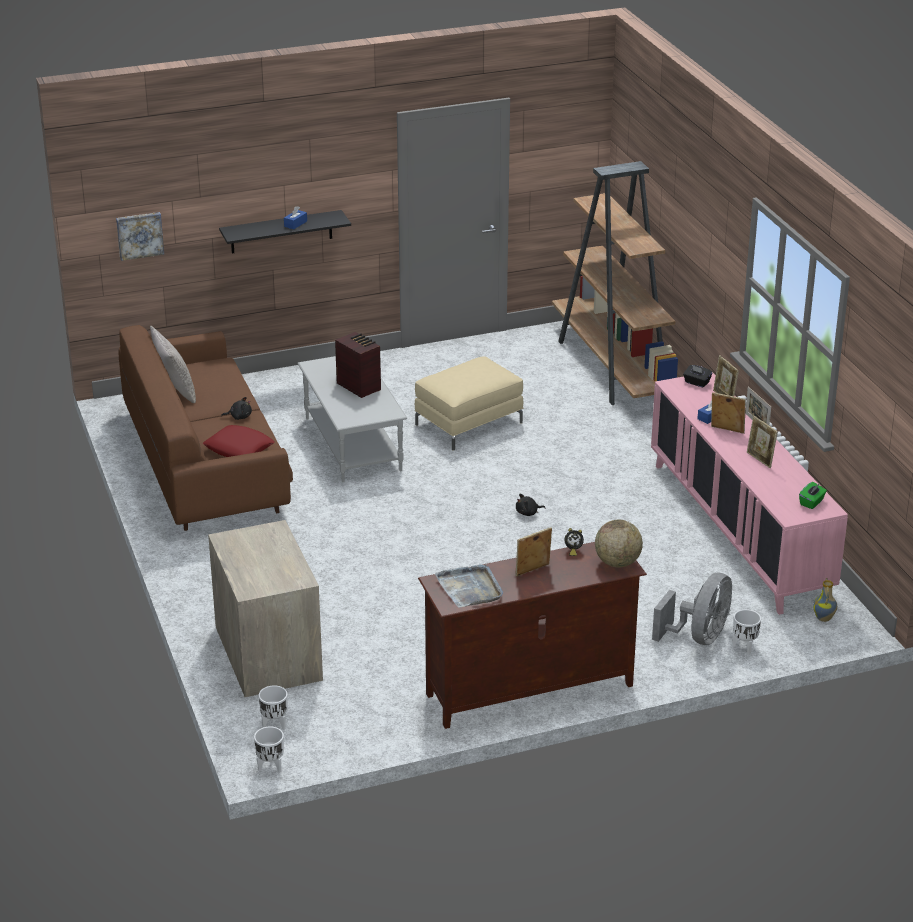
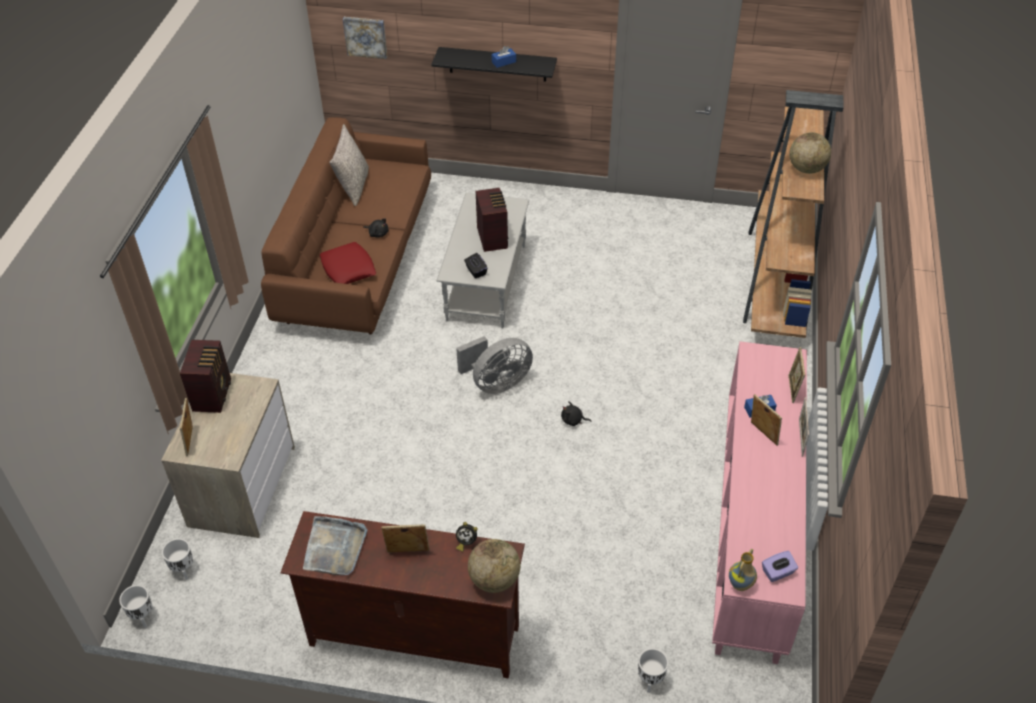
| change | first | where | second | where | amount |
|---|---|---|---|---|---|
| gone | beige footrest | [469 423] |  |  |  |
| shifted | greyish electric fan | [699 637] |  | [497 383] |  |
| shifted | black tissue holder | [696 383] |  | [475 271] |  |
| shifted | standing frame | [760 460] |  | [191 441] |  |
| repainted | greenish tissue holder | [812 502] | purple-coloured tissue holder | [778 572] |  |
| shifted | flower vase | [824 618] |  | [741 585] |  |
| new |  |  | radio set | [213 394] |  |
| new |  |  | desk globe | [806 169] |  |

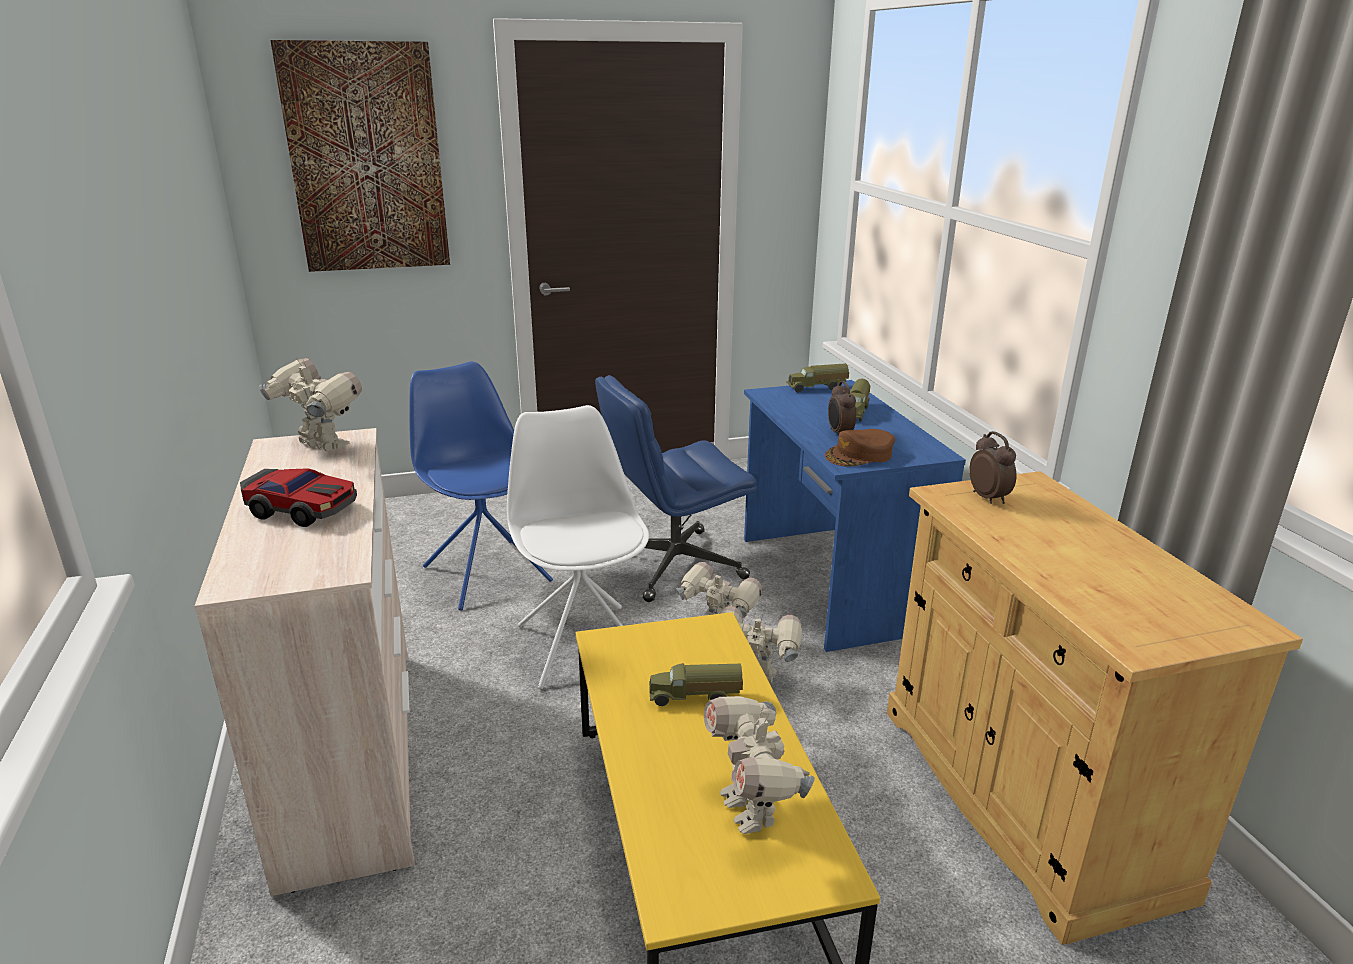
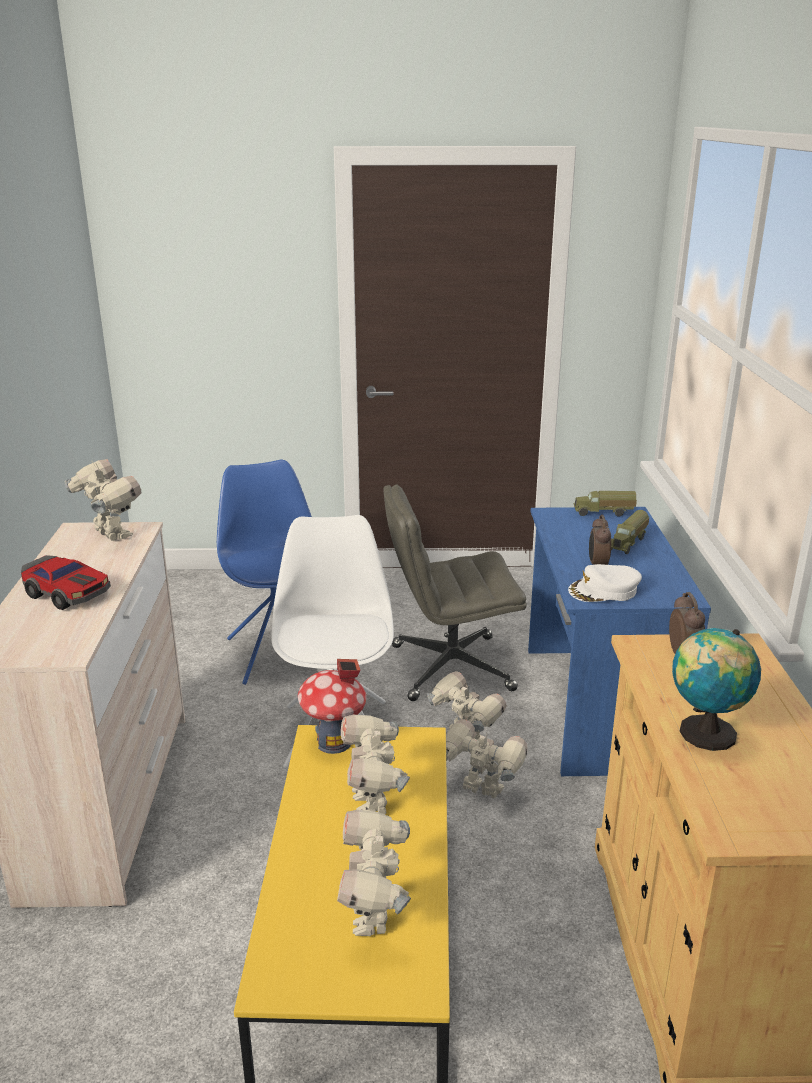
| change | first | where | second | where | amount |
|---|---|---|---|---|---|
| gone | wall art | [366 159] |  |  |  |
| repainted | bluish office chair | [673 565] | greyish office chair | [450 668] |  |
| swapped | toy truck | [695 697] | toy robot | [373 803] |  |
| repainted | brown-coloured cap | [860 455] | white-coloured cap | [604 591] |  |
| new |  |  | miniature house | [334 742] |  |
| new |  |  | desk globe | [704 734] |  |

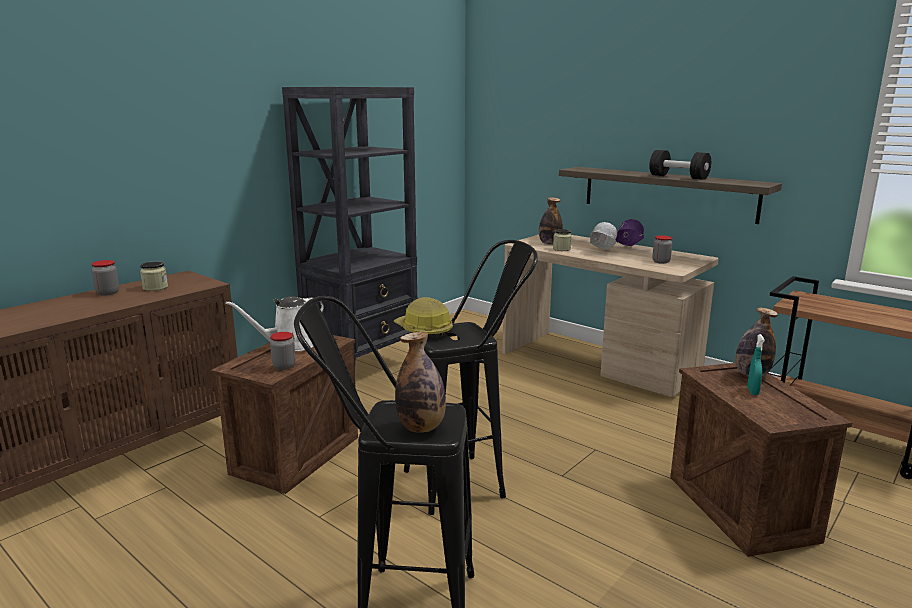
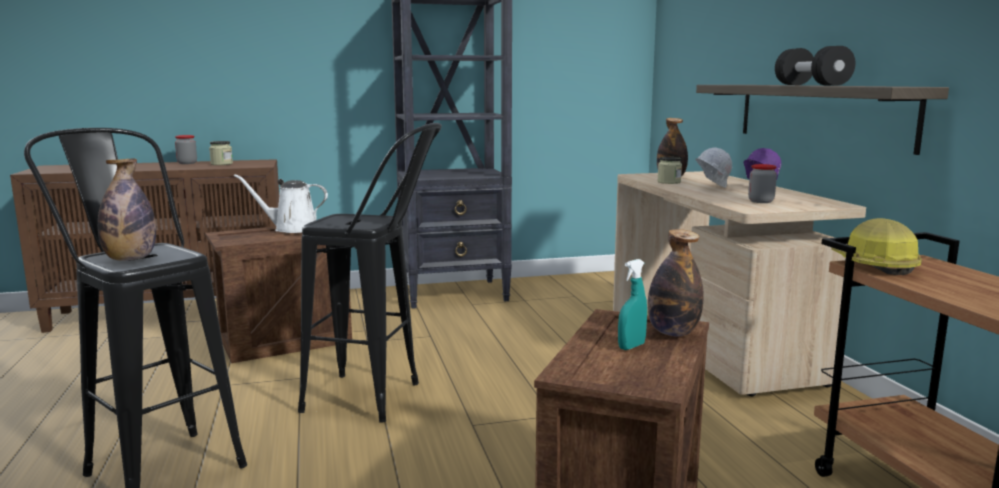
| change | first | where | second | where | amount |
|---|---|---|---|---|---|
| gone | jar | [284 366] |  |  |  |
| shifted | work helmet | [423 330] |  | [874 265] |  |

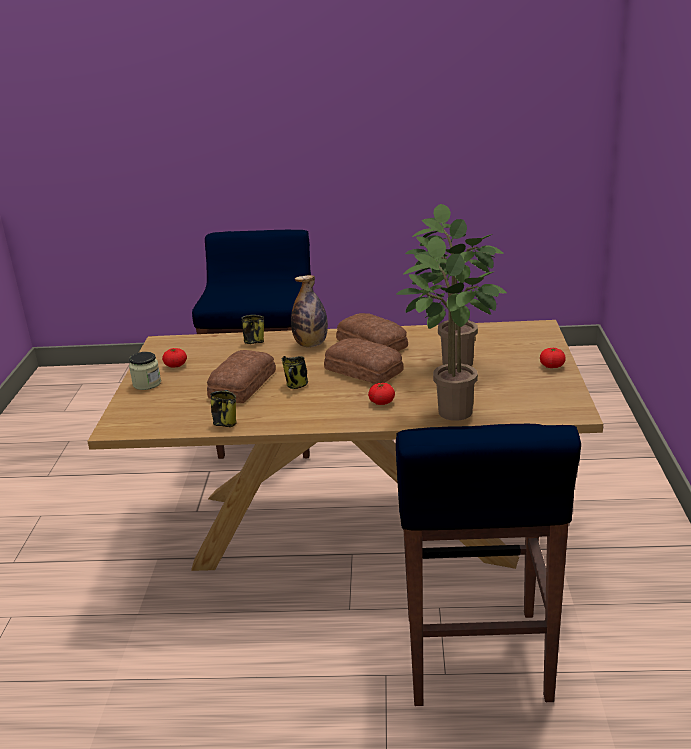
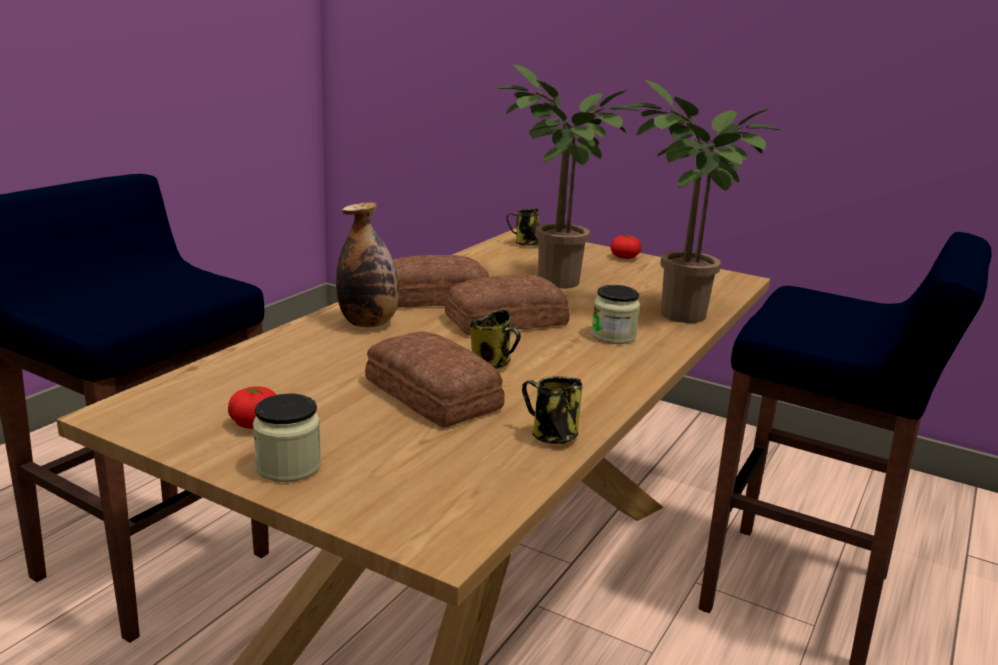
| change | first | where | second | where | amount |
|---|---|---|---|---|---|
| shifted | coffee mug | [253 341] |  | [526 244] |  |
| swapped | tomato | [382 402] | jar | [613 336] |  |

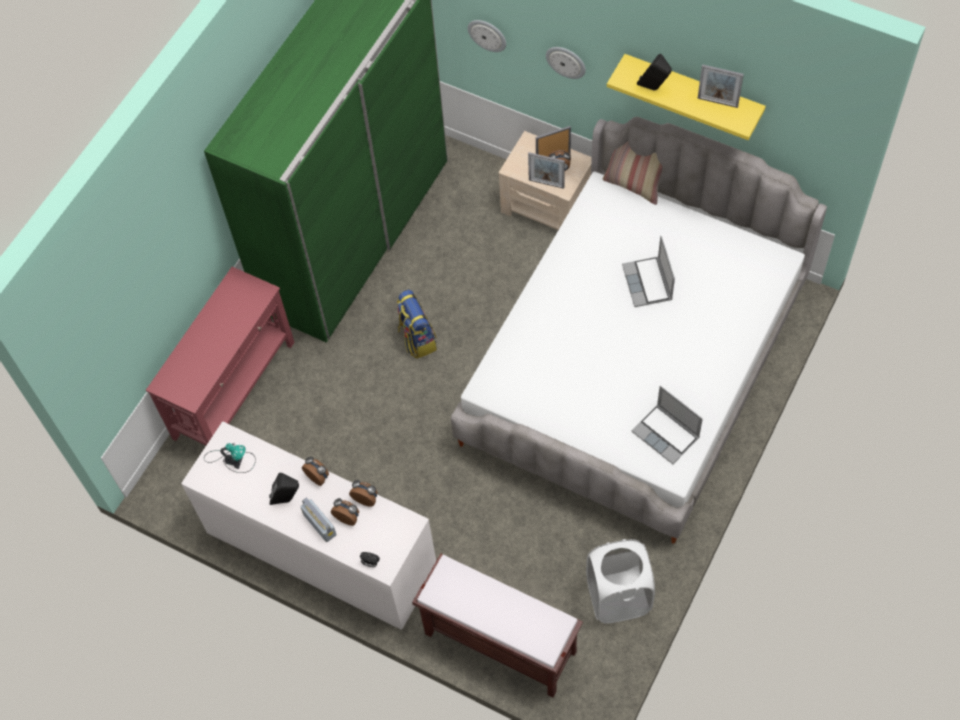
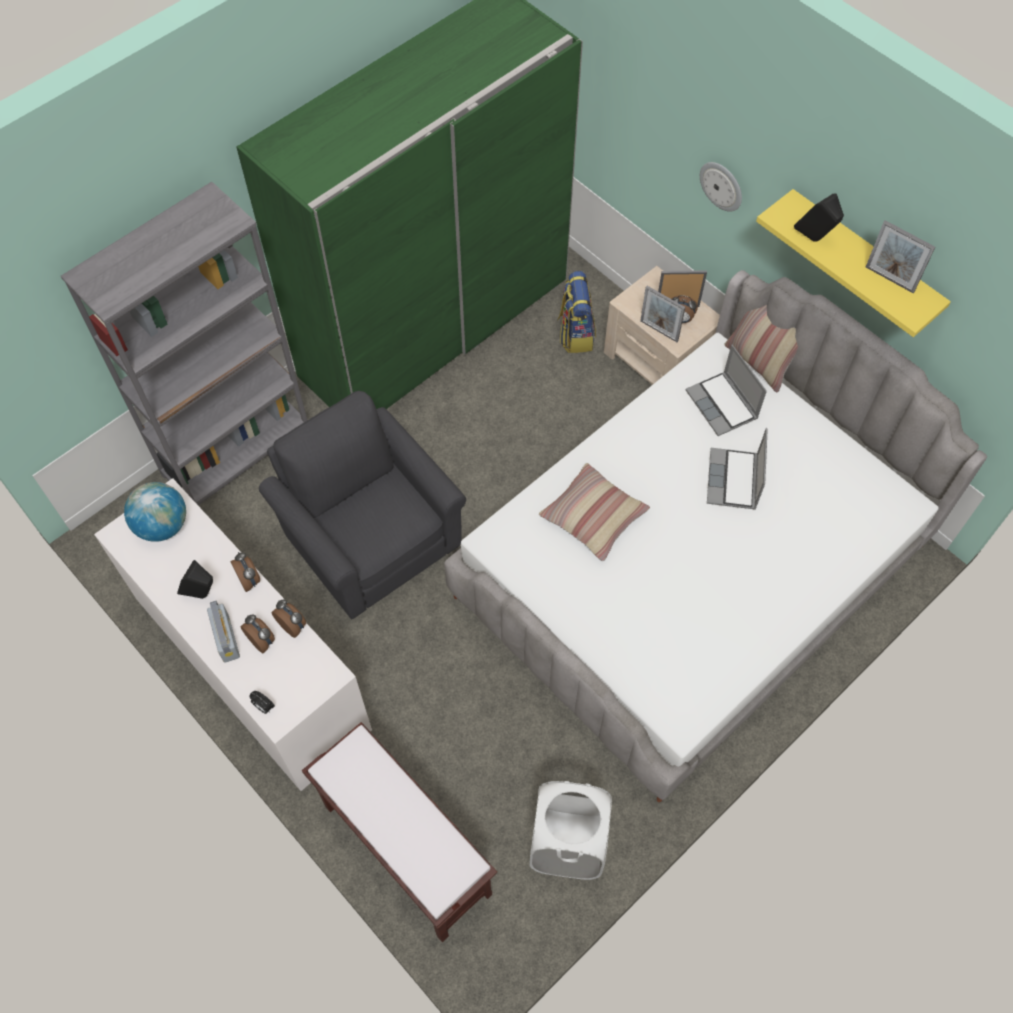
| change | first | where | second | where | amount |
|---|---|---|---|---|---|
| swapped | red narrow table | [235 389] | greyish shelving unit | [237 452] |  |
| swapped | tabletop lamp | [232 459] | desk globe | [162 525] |  |
| shifted | backpack | [417 339] |  | [575 333] |  |
| gone | clock on the wall | [487 35] |  |  |  |
| shifted | notebook computer | [666 434] |  | [723 405] |  |
| new |  |  | greyish easy chair | [370 538] |  |
| new |  |  | cushion | [593 517] |  |

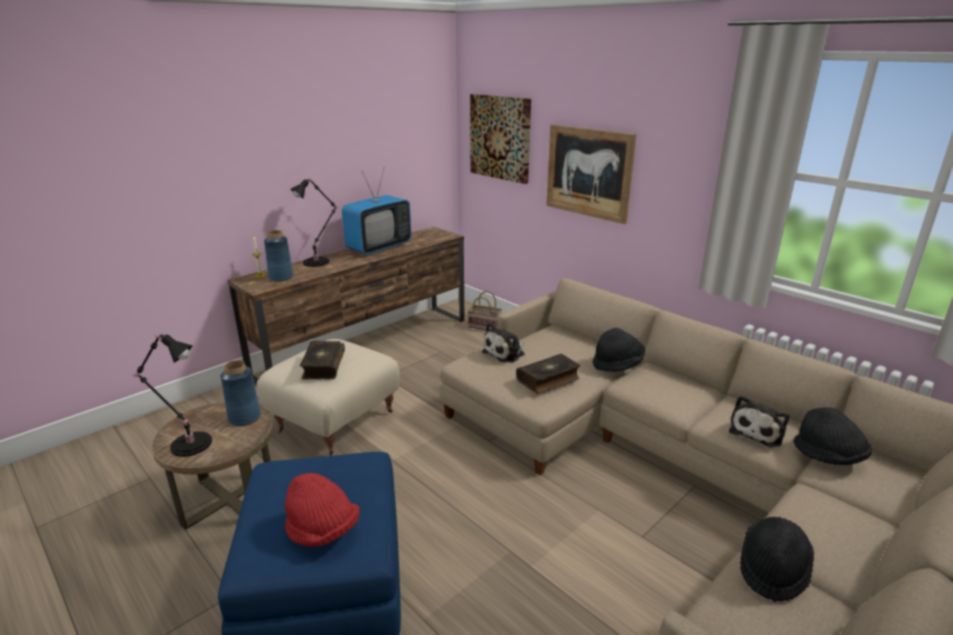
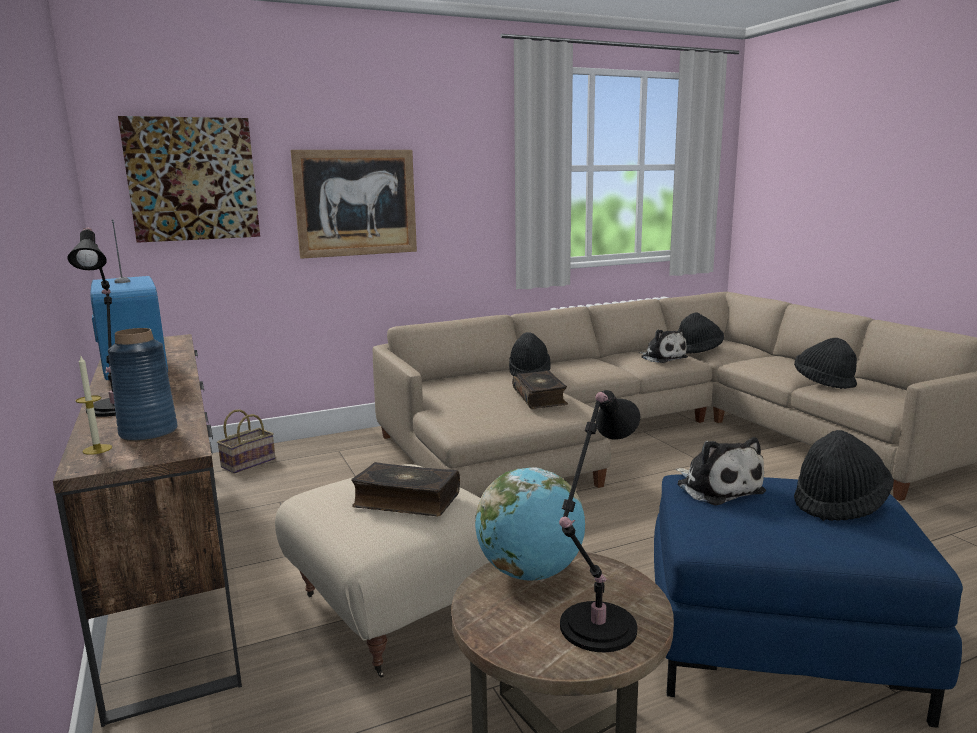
| change | first | where | second | where | amount |
|---|---|---|---|---|---|
| swapped | bluish flower vase | [244 418] | desk globe | [530 573] |  |
| repainted | red clothing hat | [322 531] | black clothing hat | [839 504] |  |
| shifted | cuddly toy | [505 353] |  | [717 487] |  |

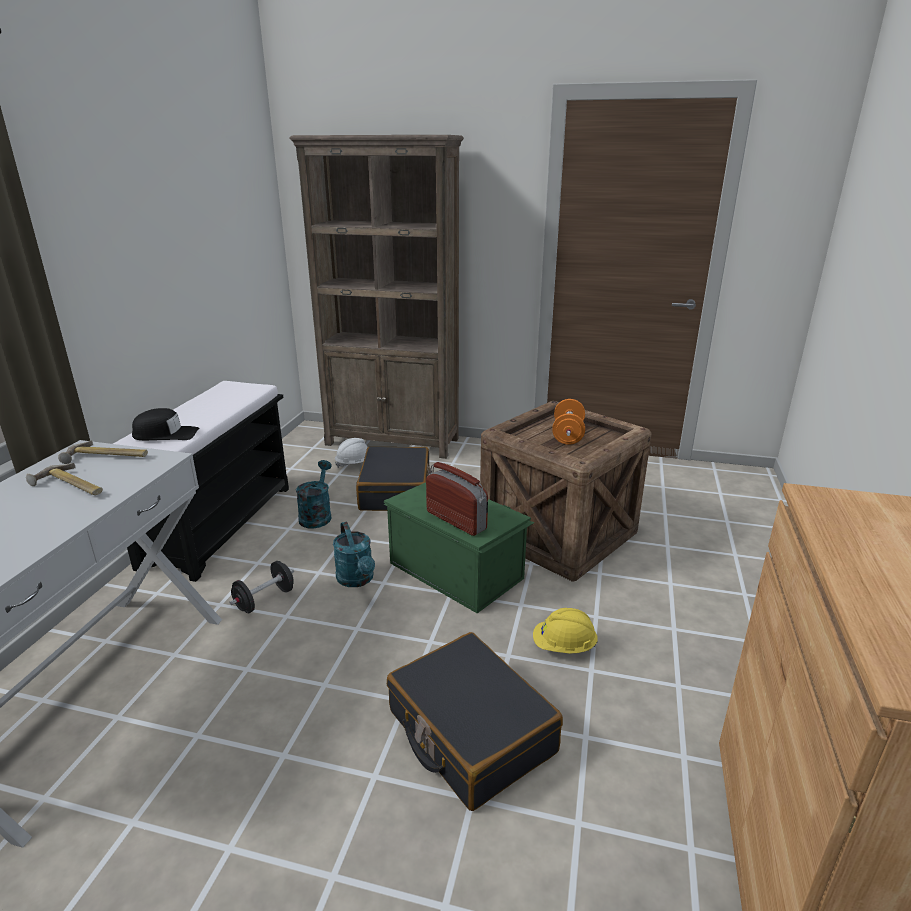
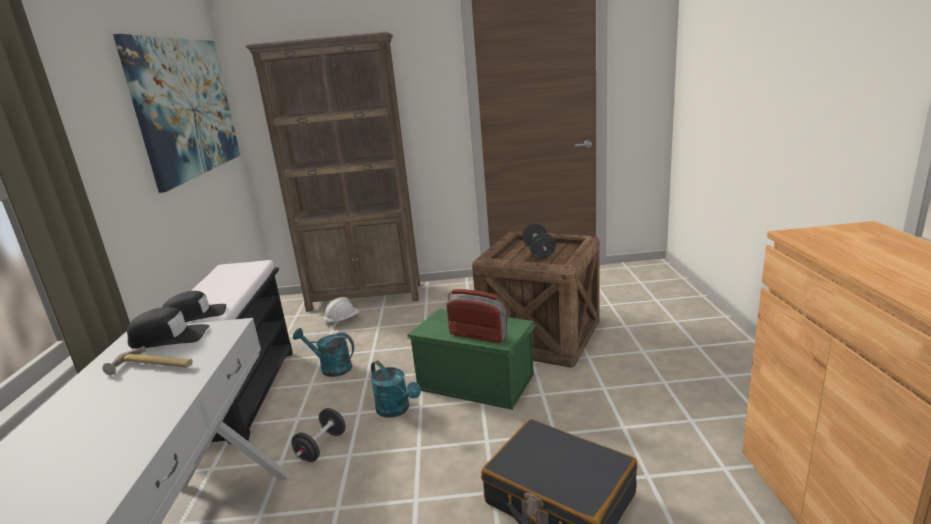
| change | first | where | second | where | amount |
|---|---|---|---|---|---|
| swapped | tool hammer | [106 458] | black cap | [169 337] |  |
| rotated | turquoise watering can | [317 515] |  | [331 368] | 60 degrees counterclockwise |
| gone | black piece of luggage | [396 491] |  |  |  |
| gone | yellow-coloured work helmet | [563 646] |  |  |  |
| repainted | orange free weight | [567 435] | black free weight | [539 252] |  |
| new |  |  | wall art | [186 107] |  |

